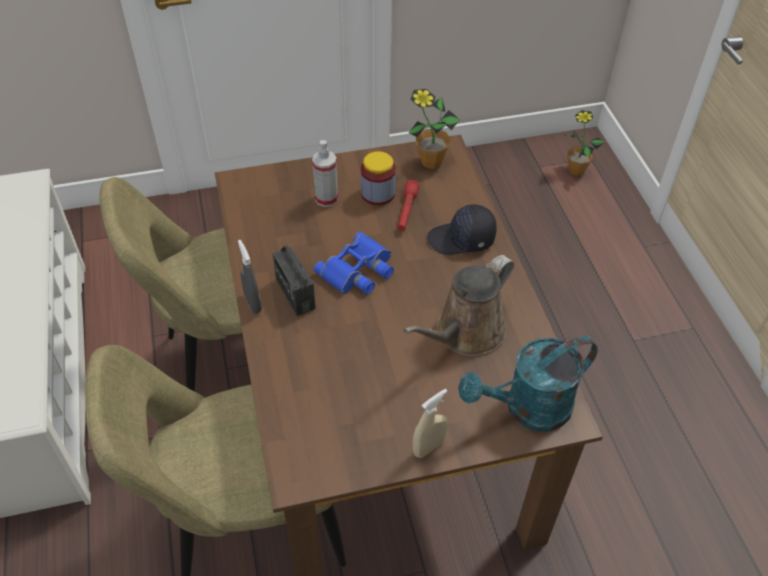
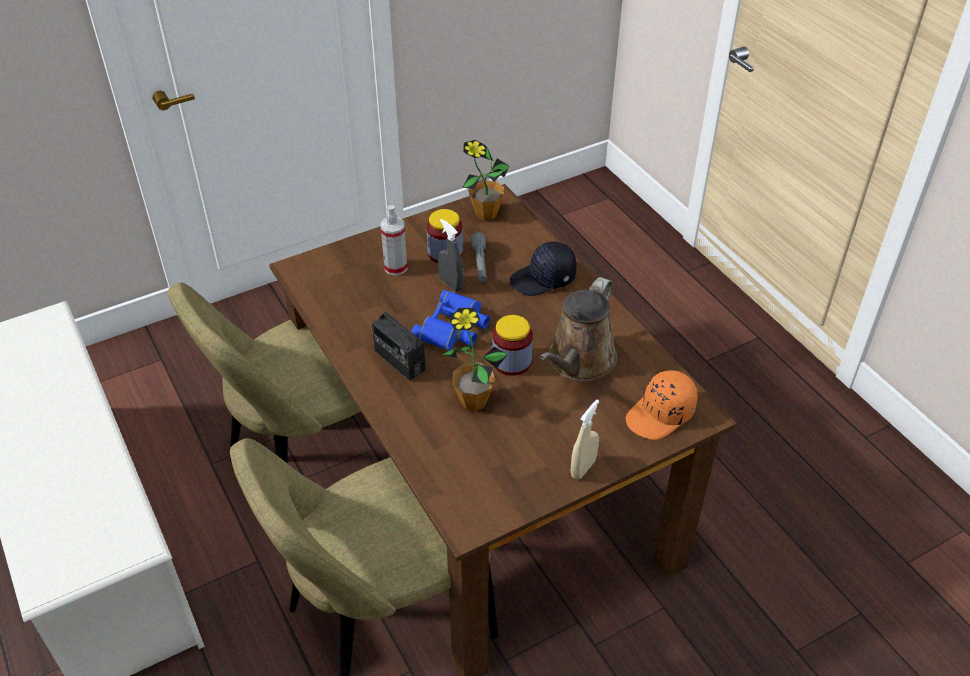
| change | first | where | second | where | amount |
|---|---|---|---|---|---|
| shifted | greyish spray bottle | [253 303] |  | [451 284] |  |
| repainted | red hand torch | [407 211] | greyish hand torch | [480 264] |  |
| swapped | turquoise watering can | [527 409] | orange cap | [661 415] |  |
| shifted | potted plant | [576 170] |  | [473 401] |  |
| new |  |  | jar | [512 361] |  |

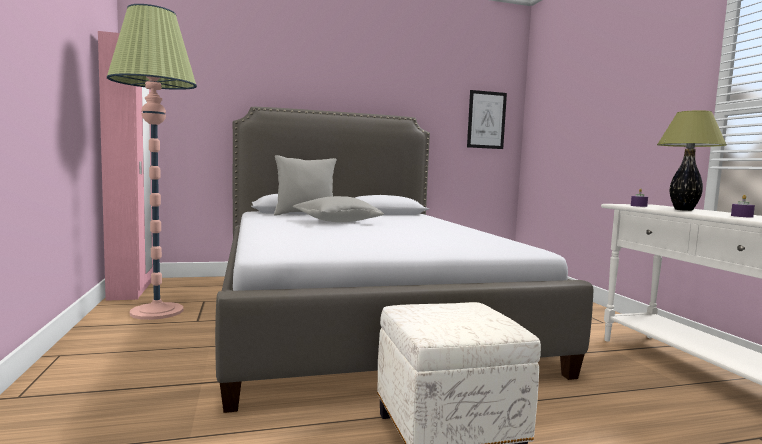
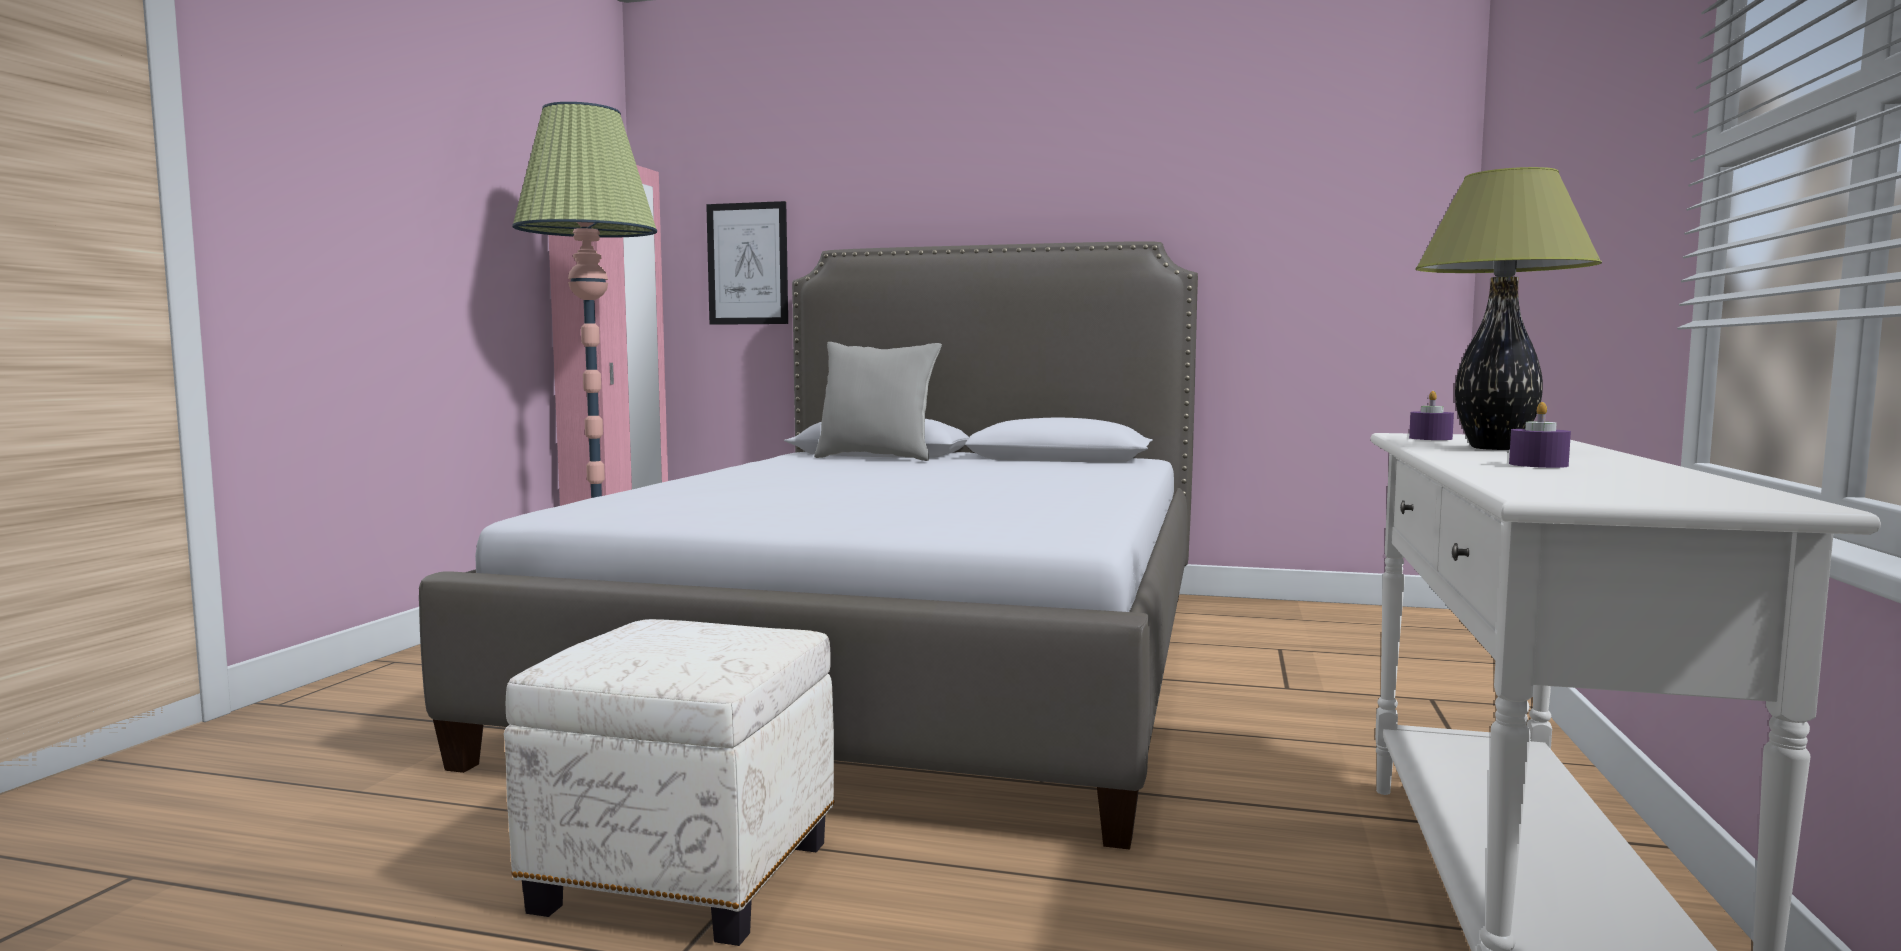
| change | first | where | second | where | amount |
|---|---|---|---|---|---|
| gone | greyish cushion | [336 221] |  |  |  |
| shifted | wall art | [486 120] |  | [747 264] |  |

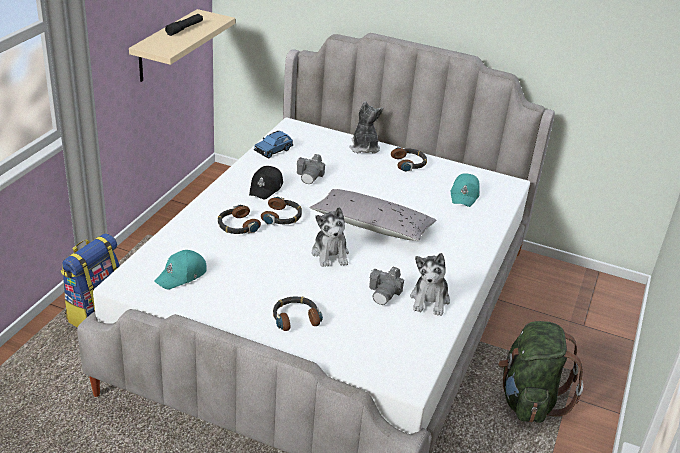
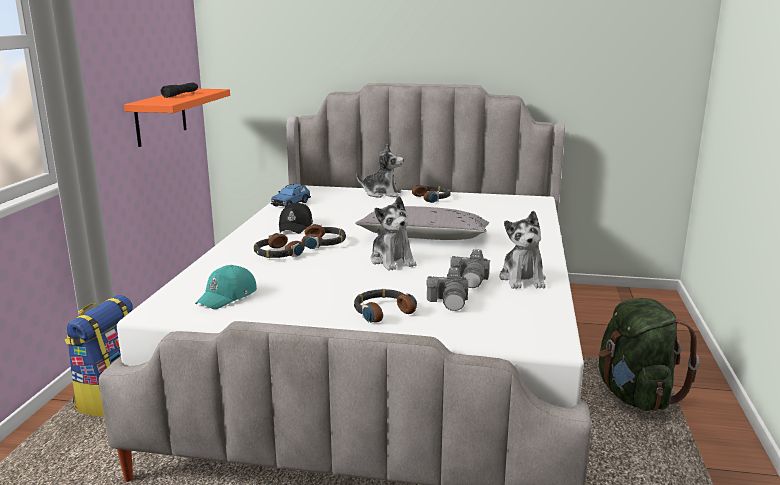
| change | first | where | second | where | amount |
|---|---|---|---|---|---|
| repainted | beige bracket shelf | [165 46] | orange bracket shelf | [161 116] |  |
| shifted | photo camera | [310 176] |  | [449 301] |  |
| rotated | cuddly toy | [364 148] |  | [382 193] | 120 degrees clockwise |
| gone | turquoise cap | [465 195] |  |  |  |

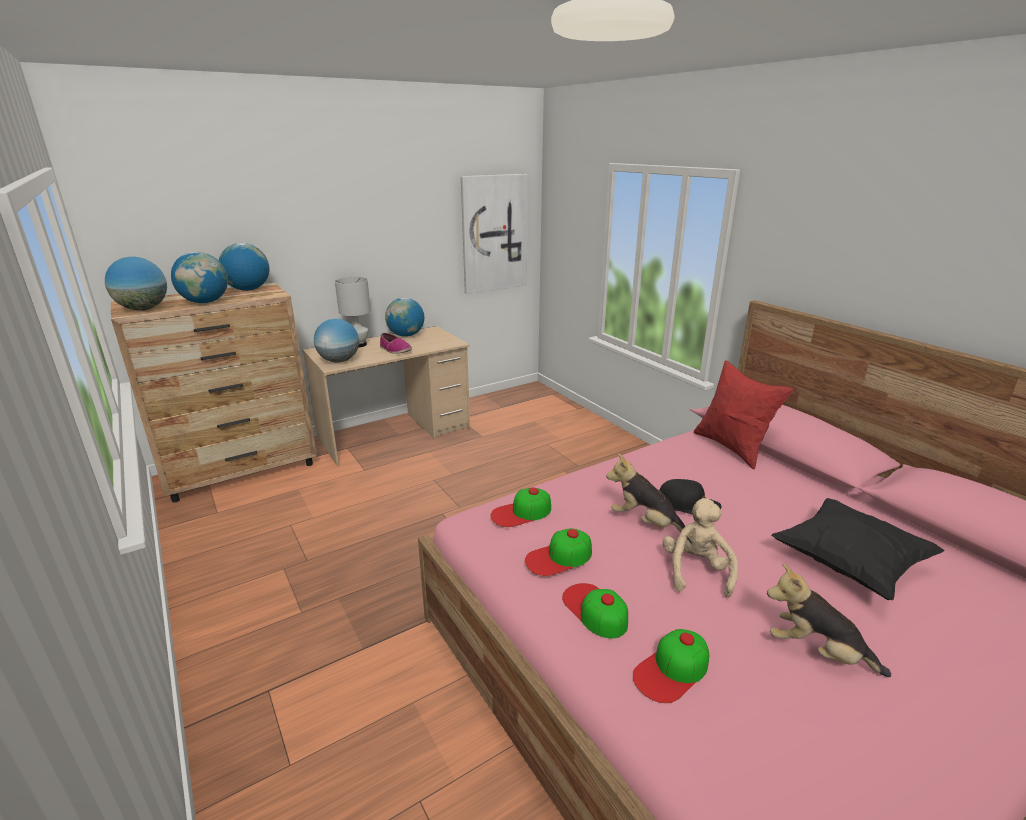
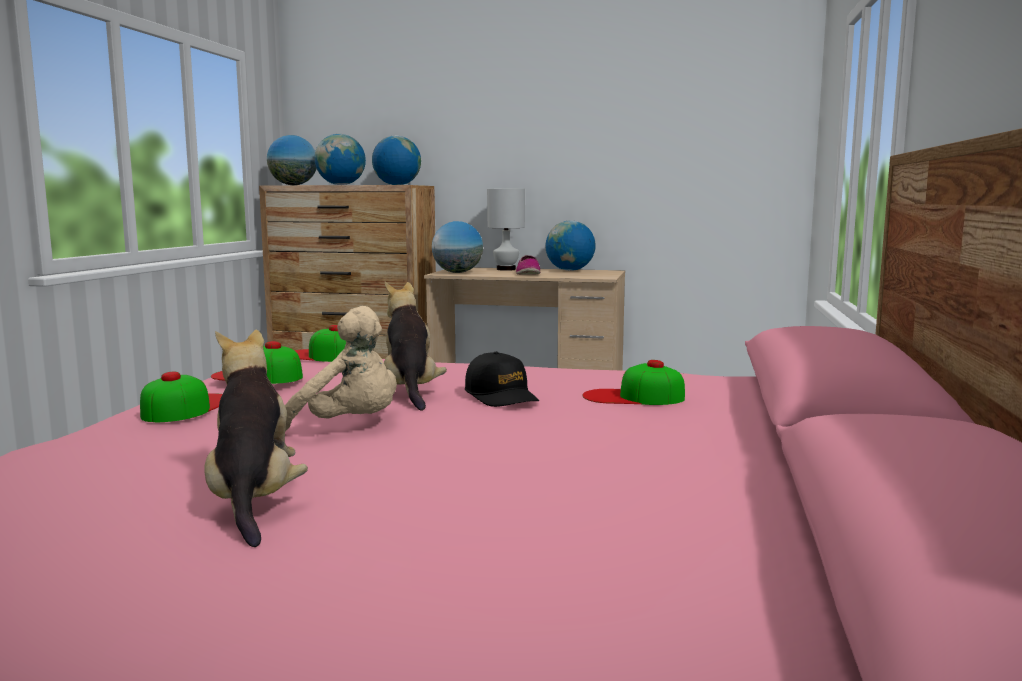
| change | first | where | second | where | amount |
|---|---|---|---|---|---|
| gone | wall art | [494 234] |  |  |  |
| shifted | cap | [672 670] |  | [633 397] |  |
| rotated | beige cuddly toy | [696 571] |  | [349 427] | 60 degrees clockwise |
| gone | red cushion | [732 447] |  |  |  |
| gone | black cushion | [849 564] |  |  |  |

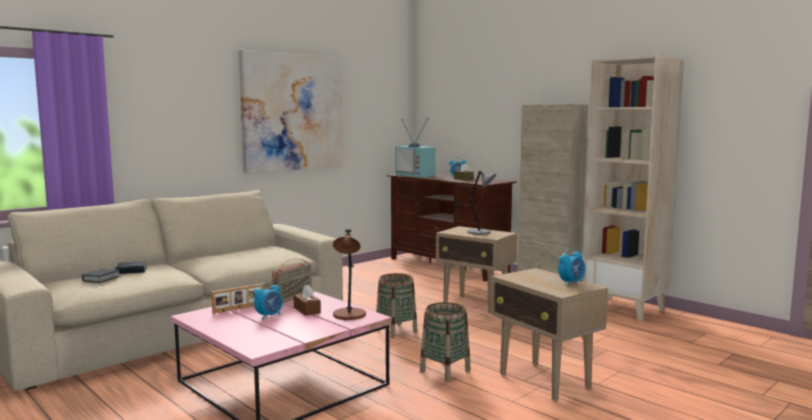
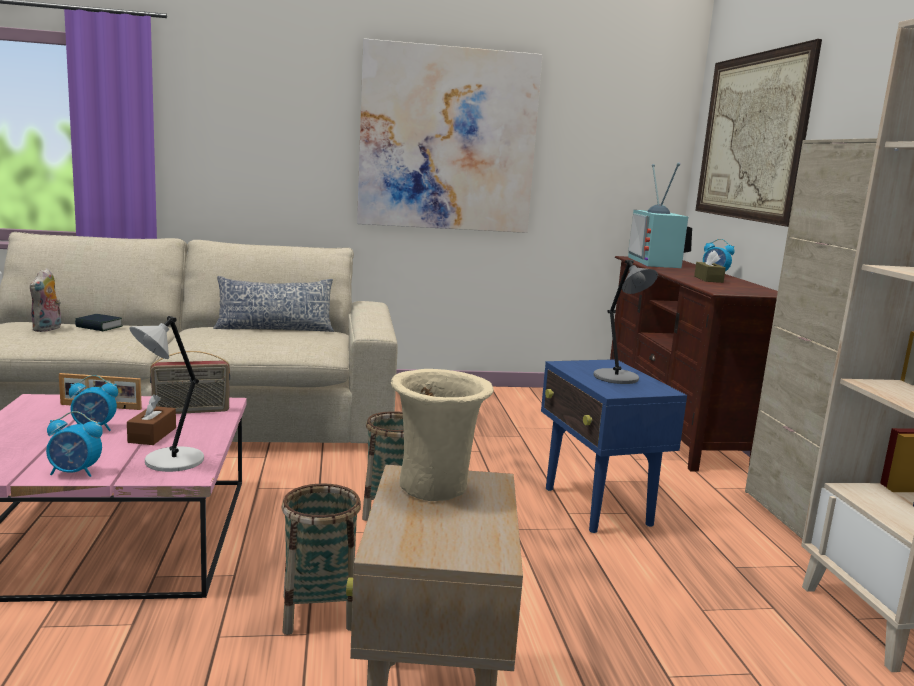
| change | first | where | second | where | amount |
|---|---|---|---|---|---|
| swapped | book | [101 279] | cuddly toy | [48 329] |  |
| repainted | brown-coloured tabletop lamp | [349 315] | greyish tabletop lamp | [171 462] |  |
| repainted | beige side table | [476 304] | bluish side table | [597 507] |  |
| shifted | table clock | [571 283] |  | [75 473] |  |
| new |  |  | cushion | [274 329] |  |
| new |  |  | beige flower vase | [436 488] |  |
| new |  |  | wall art | [751 137] |  |

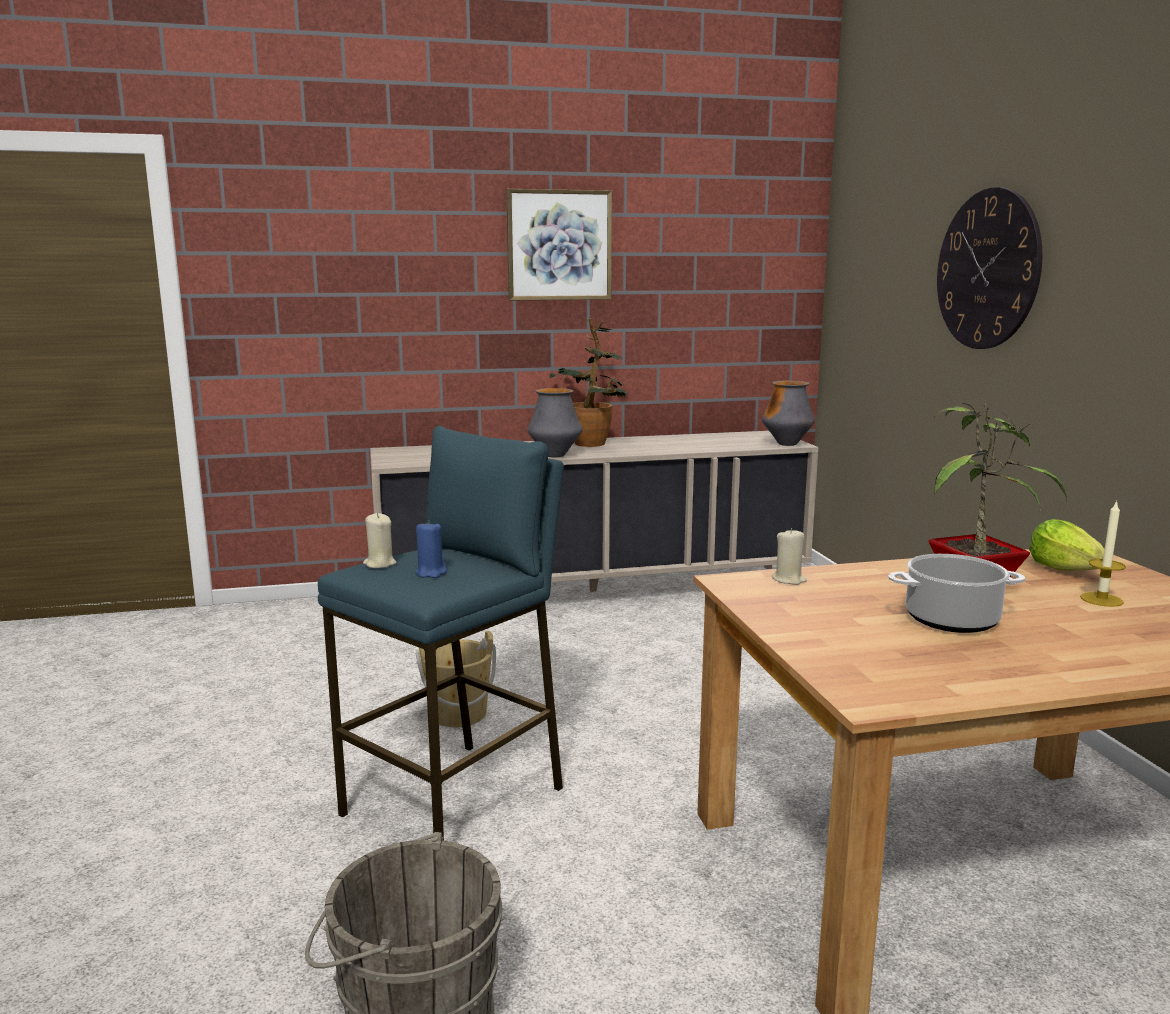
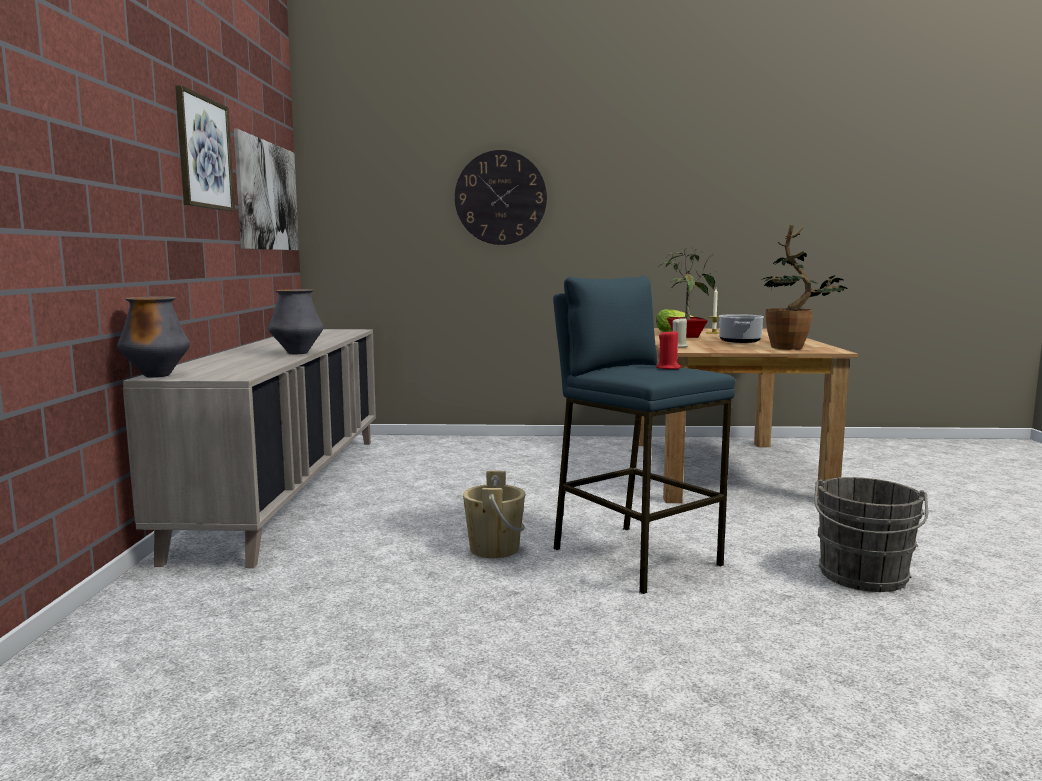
| change | first | where | second | where | amount |
|---|---|---|---|---|---|
| gone | beige wax light | [380 564] |  |  |  |
| repainted | bluish wax light | [431 573] | red wax light | [668 368] |  |
| shifted | potted plant | [592 445] |  | [795 347] |  |
| shifted | flower vase | [787 444] |  | [157 376] |  |
| new |  |  | wall art | [268 196] |  |

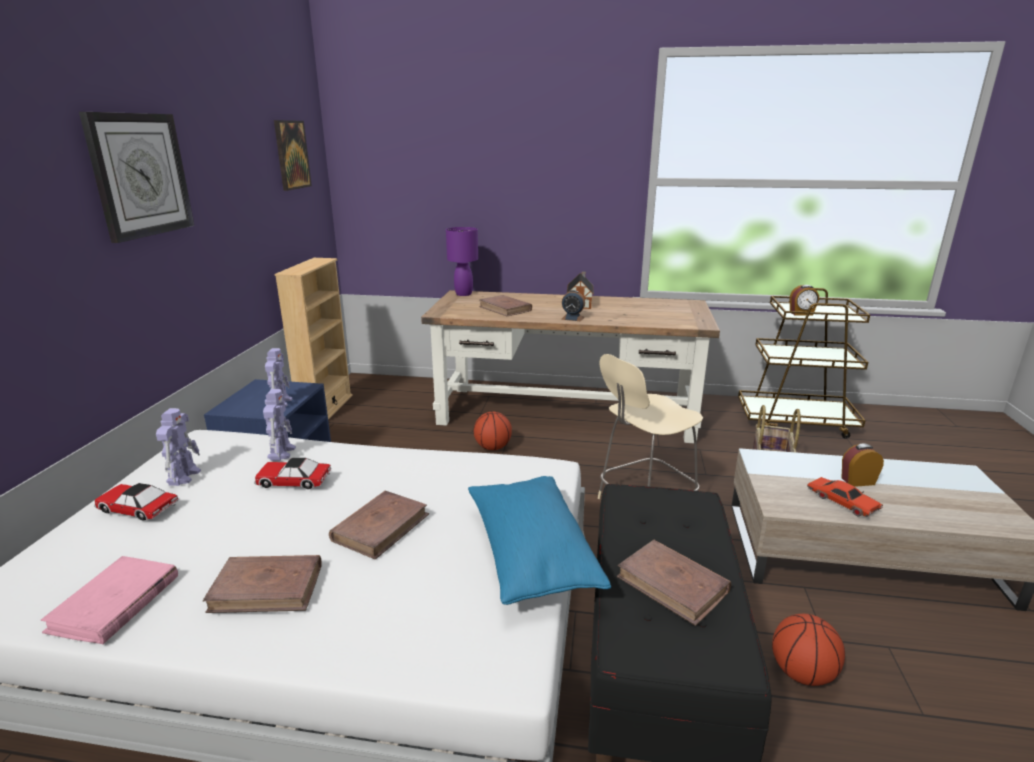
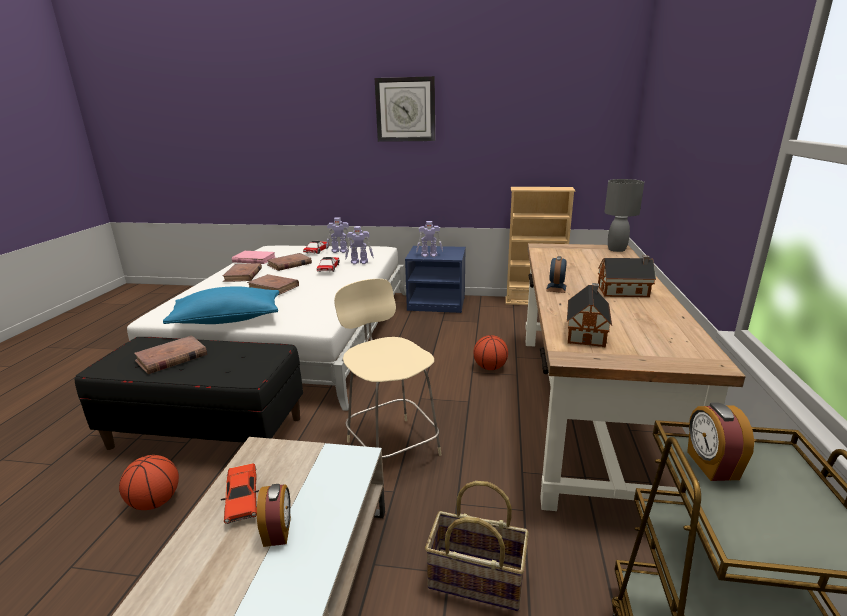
| change | first | where | second | where | amount |
|---|---|---|---|---|---|
| gone | wall art | [291 155] |  |  |  |
| repainted | purple-coloured tabletop lamp | [463 294] | greyish tabletop lamp | [616 249] |  |
| shifted | brown-coloured book | [505 309] |  | [289 264] |  |
| rotated | red miniature car | [842 502] |  | [242 498] | 75 degrees counterclockwise |
| new |  |  | miniature house | [586 332] |  |

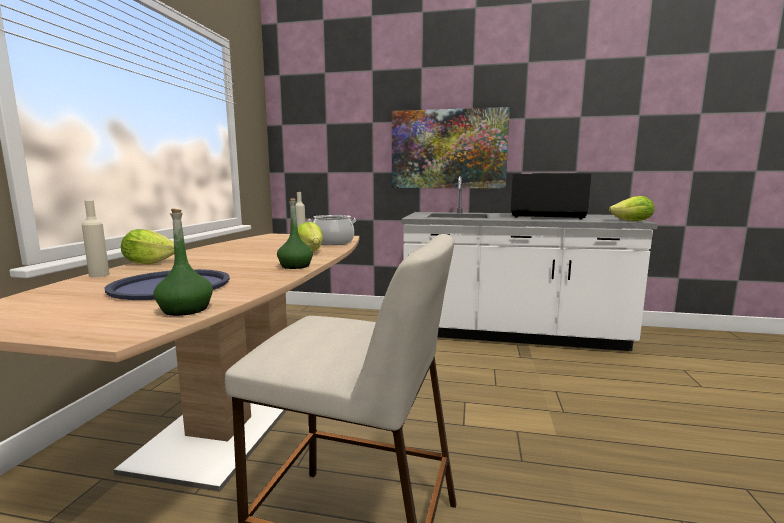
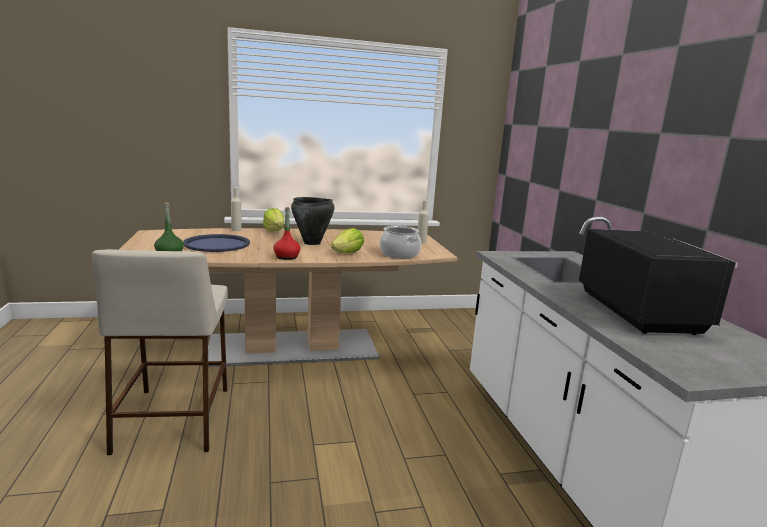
| change | first | where | second | where | amount |
|---|---|---|---|---|---|
| repainted | greenish bottle | [295 266] | red bottle | [286 257] |  |
| gone | wall art | [448 149] |  |  |  |
| gone | lettuce | [632 221] |  |  |  |
| new |  |  | black cooking pot | [312 243] |  |

